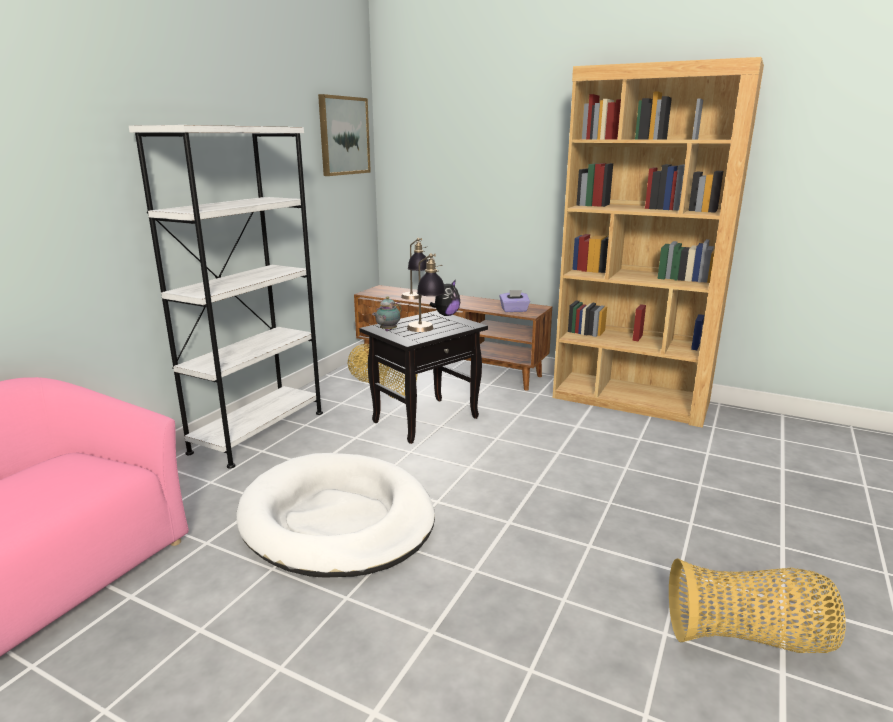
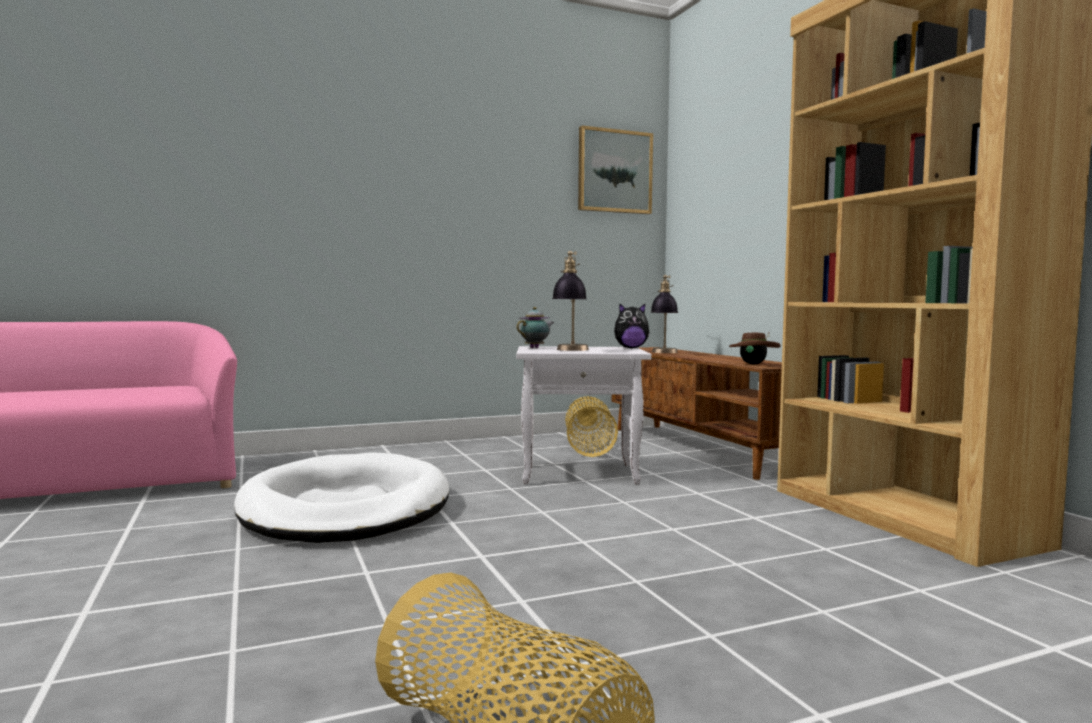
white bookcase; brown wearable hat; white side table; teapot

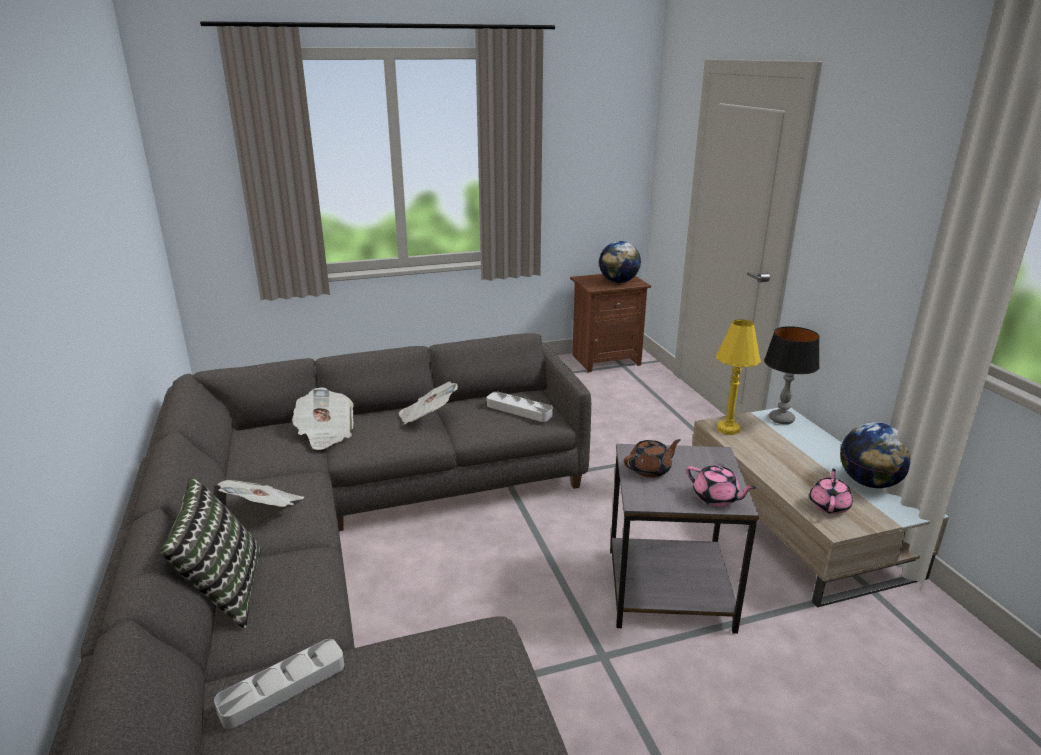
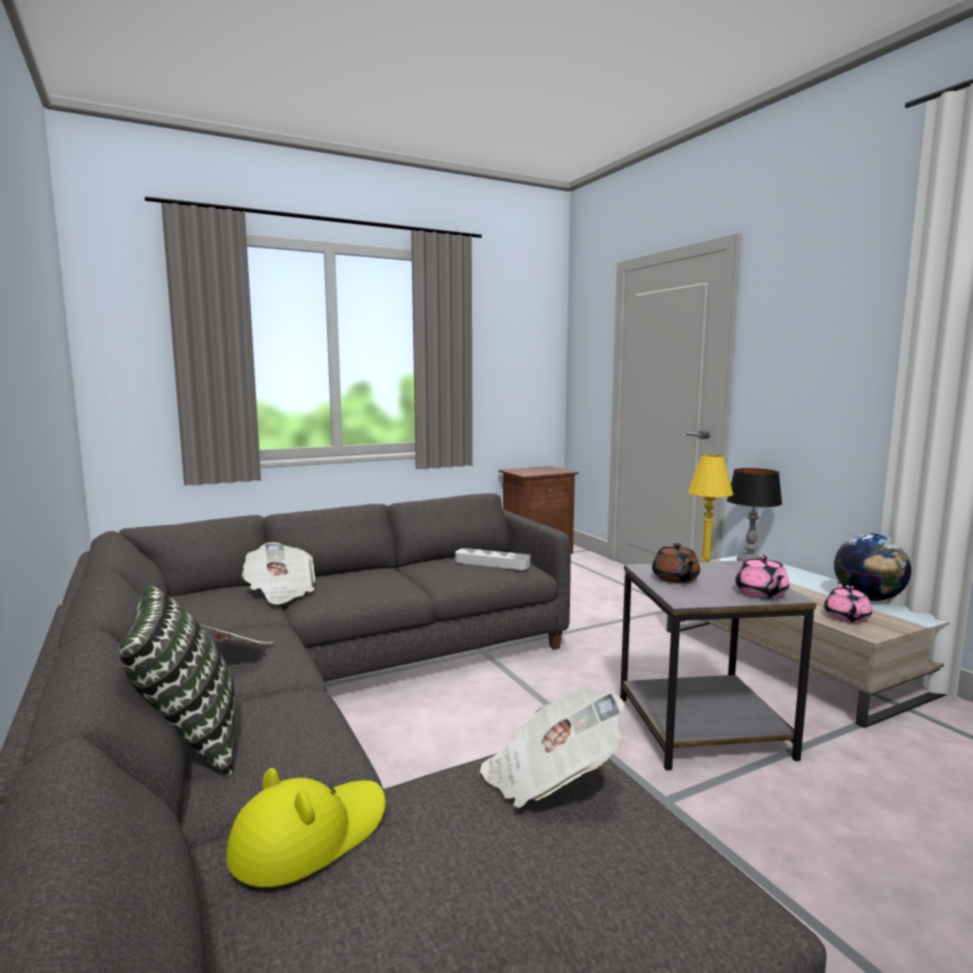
desk globe (no. 1 from left in the first image); daily paper (no. 3 from left); yellow wearable hat; brown teapot; pinkish teapot (no. 1 from left)

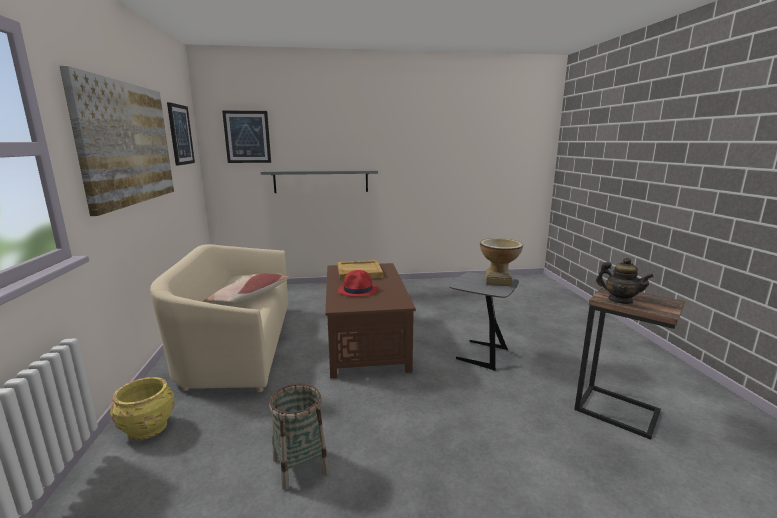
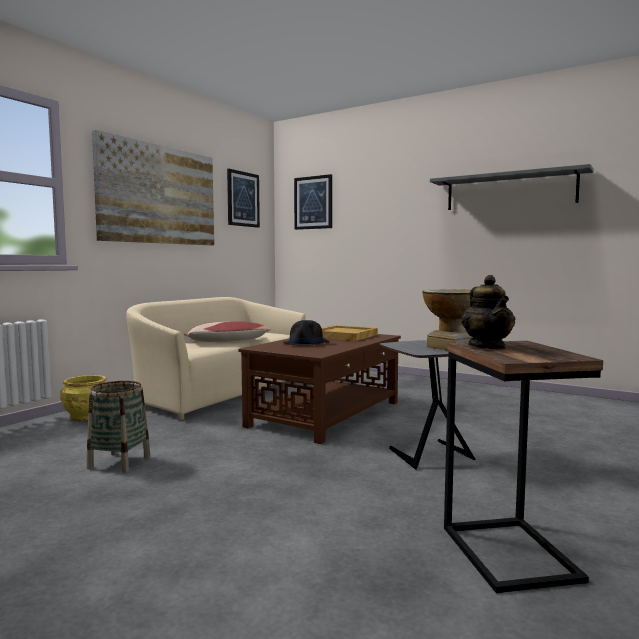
greyish wall shelf; black wearable hat

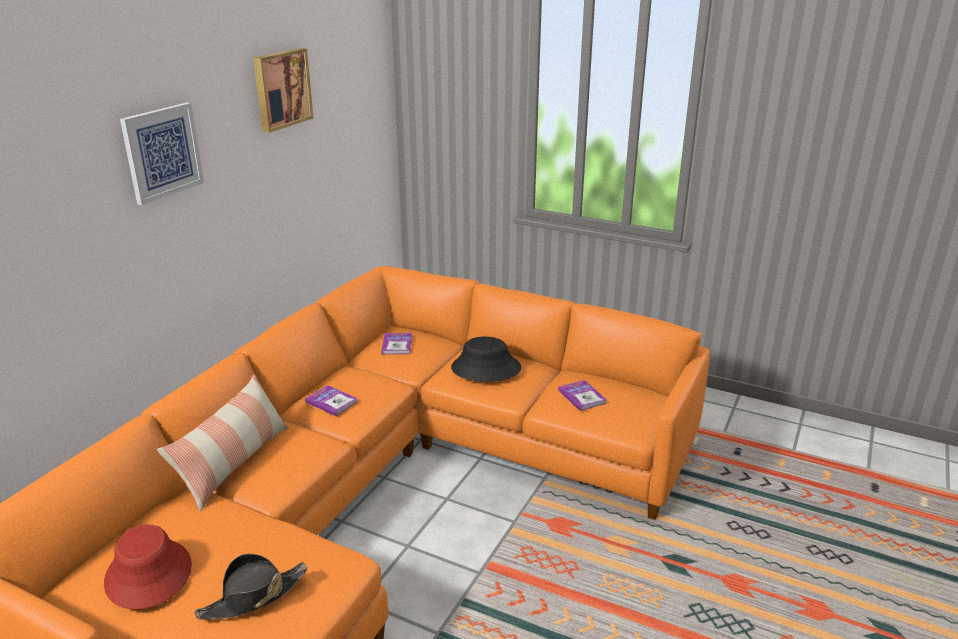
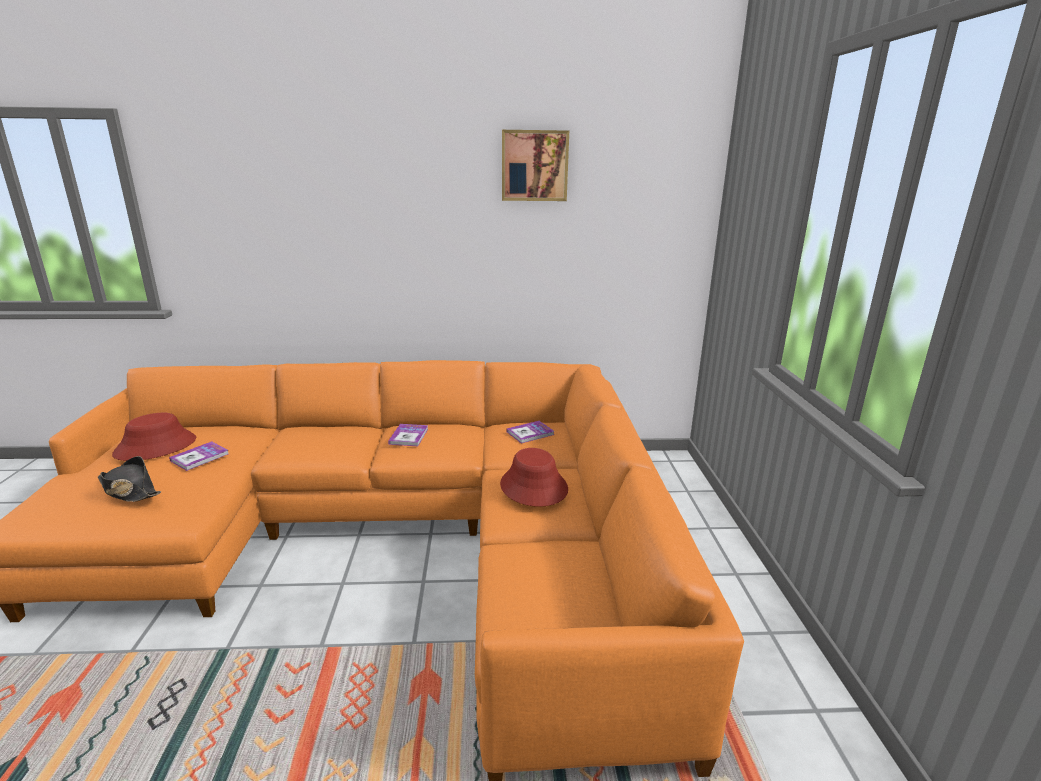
wall picture (no. 1 from left in the first image); throw pillow; book (no. 1 from left); red-coloured wearable hat (no. 2 from left)

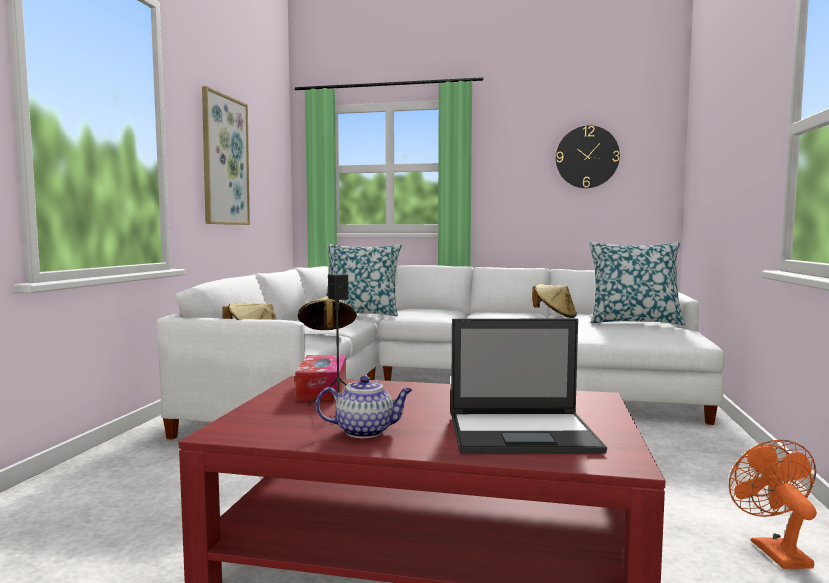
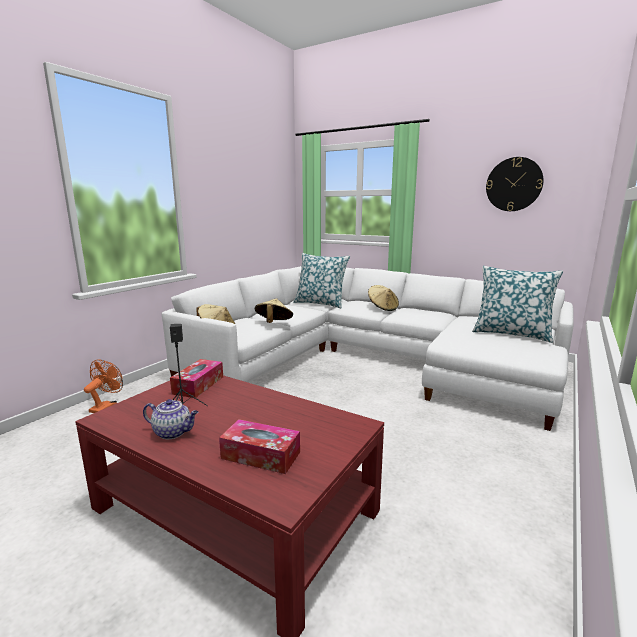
wall picture; sand-coloured wearable hat (no. 3 from left); orangey electric fan; tissue holder (no. 2 from left)

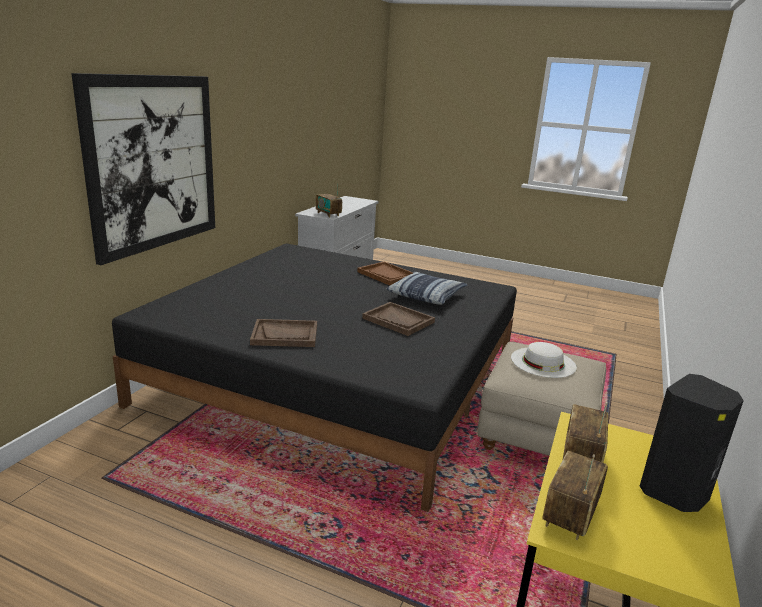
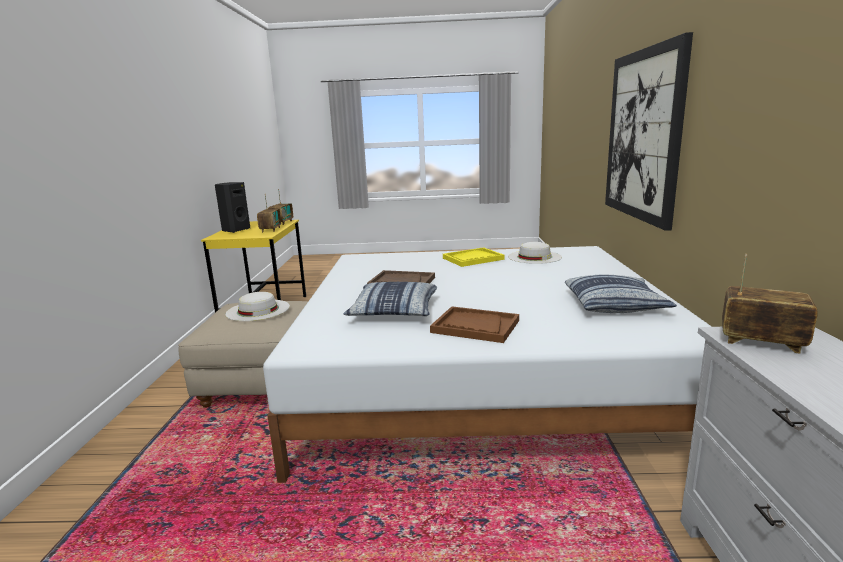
white wearable hat (no. 2 from left); throw pillow (no. 2 from left); white bedroom bed; yellow tray

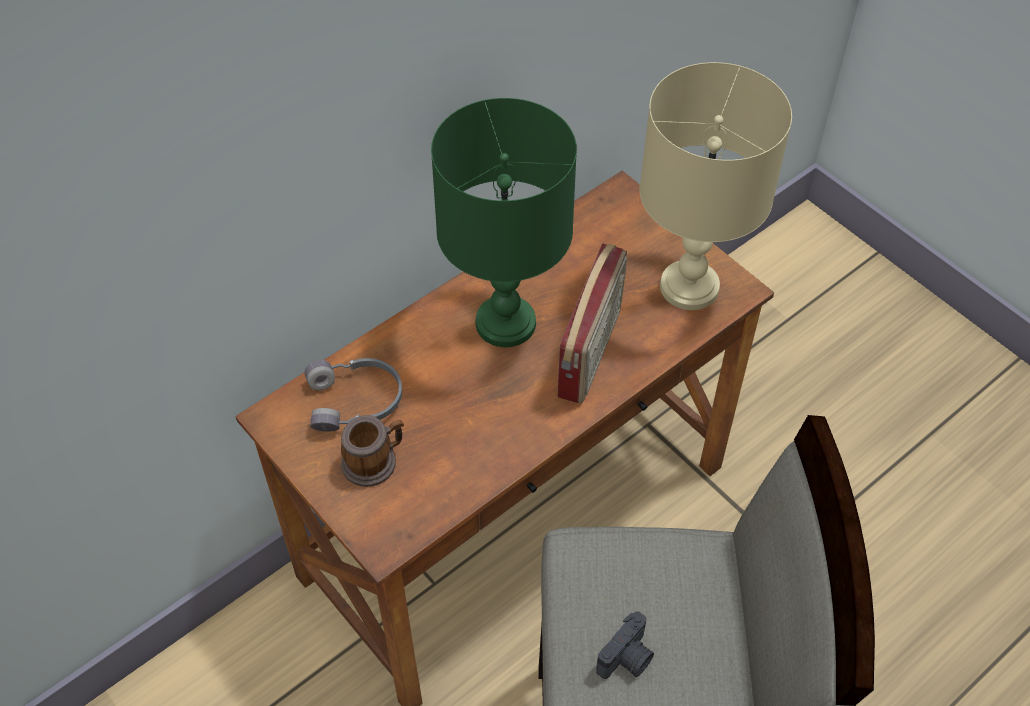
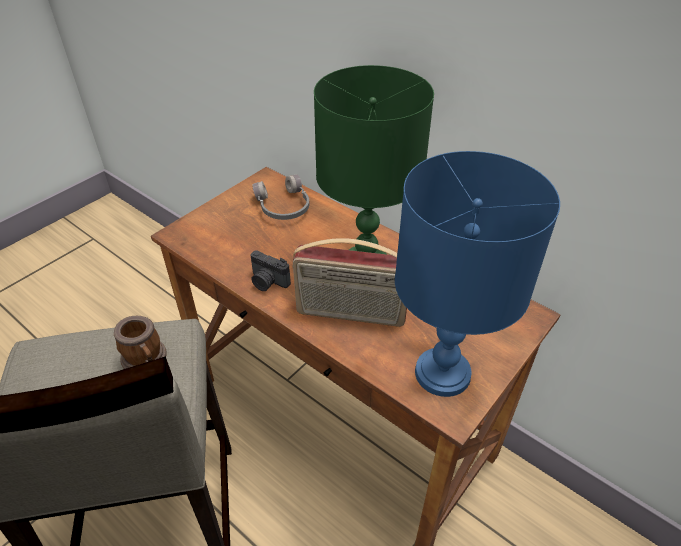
mug; still camera; blue-coloured lamp for a table

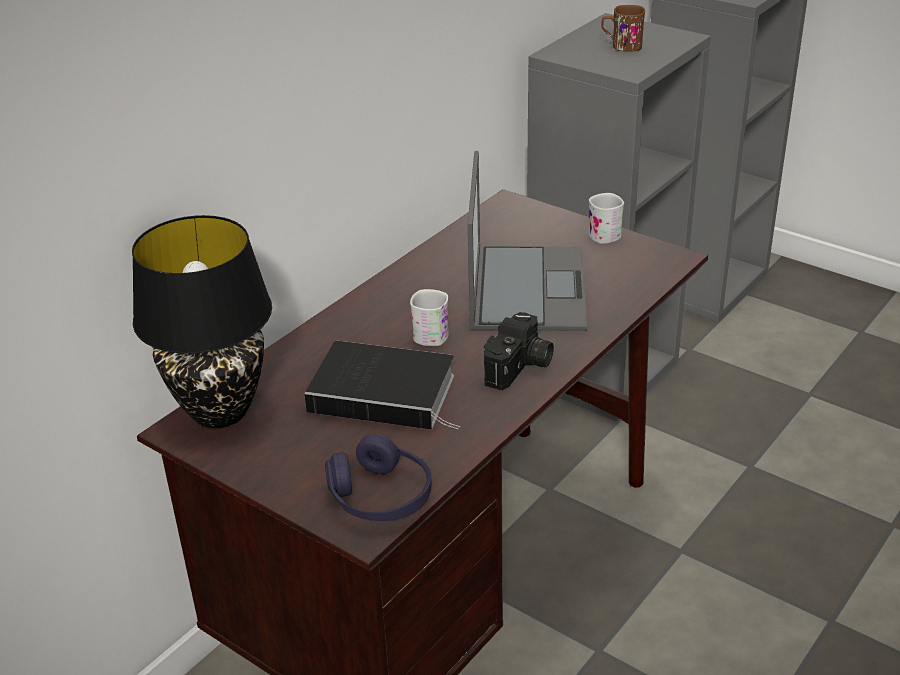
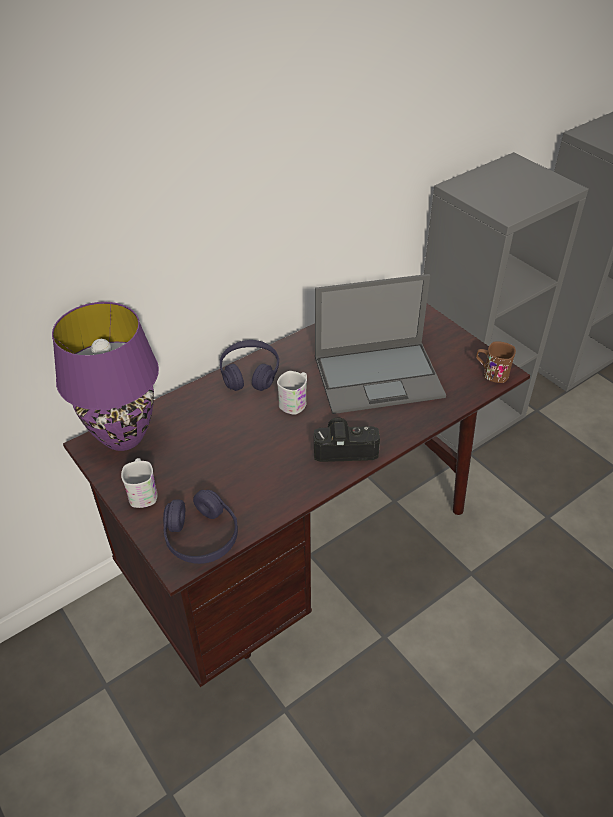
book; purple pair of headphones (no. 2 from left); white mug (no. 1 from left); brown mug; purple lamp for a table; laptop; still camera

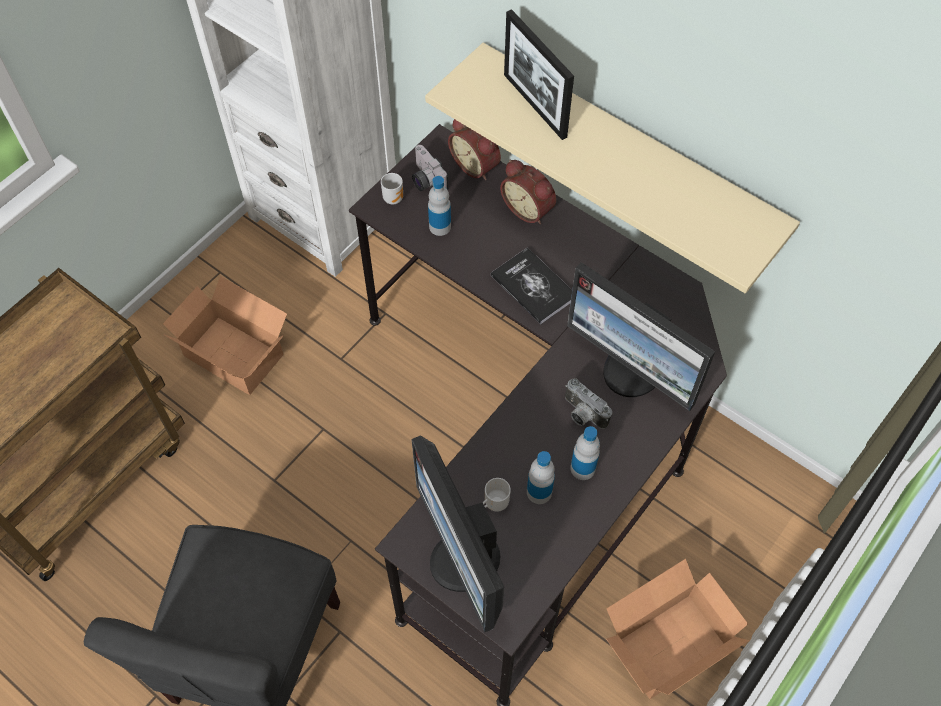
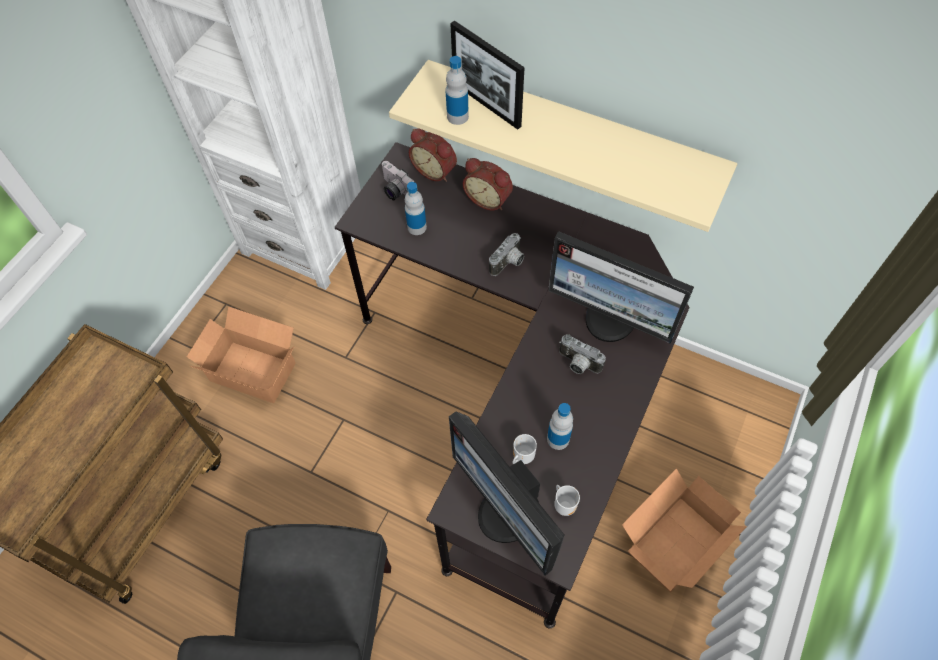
mug (no. 2 from left); bottle (no. 2 from left); still camera (no. 2 from left)

